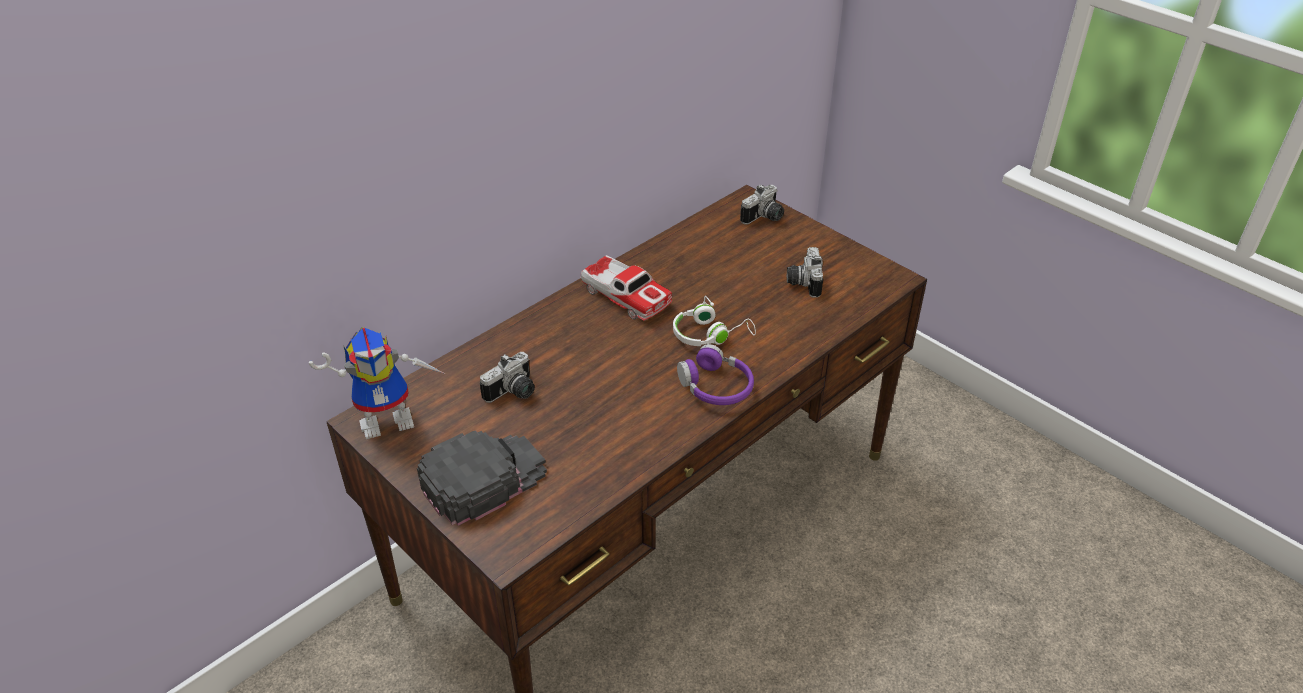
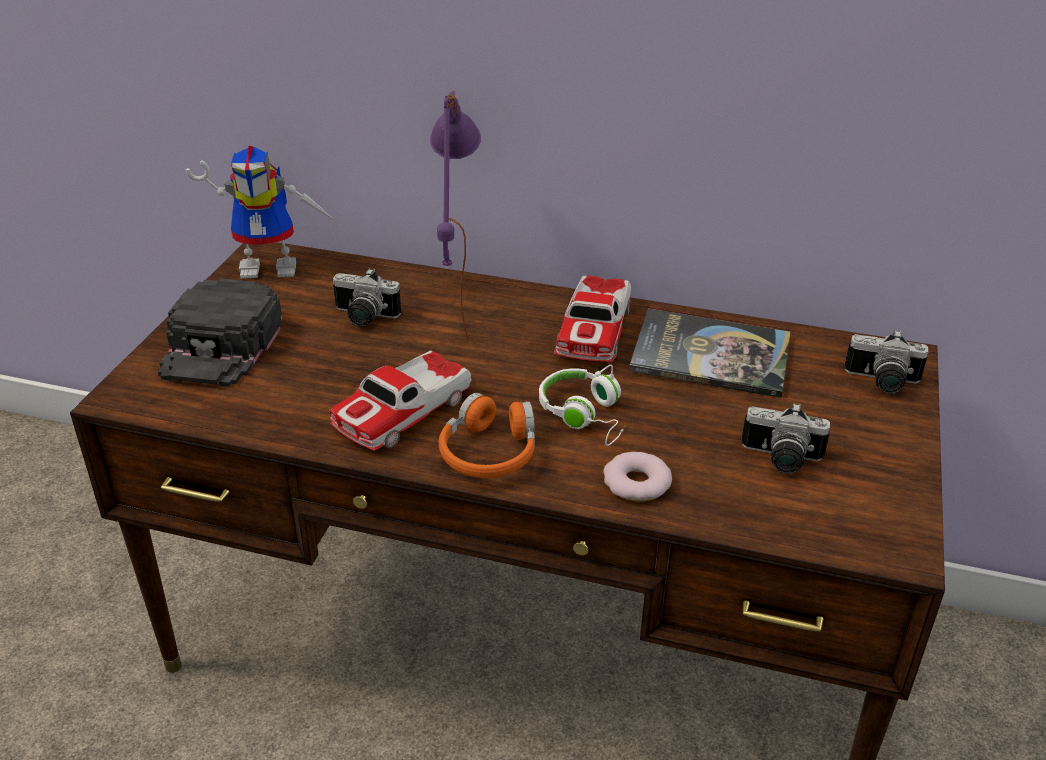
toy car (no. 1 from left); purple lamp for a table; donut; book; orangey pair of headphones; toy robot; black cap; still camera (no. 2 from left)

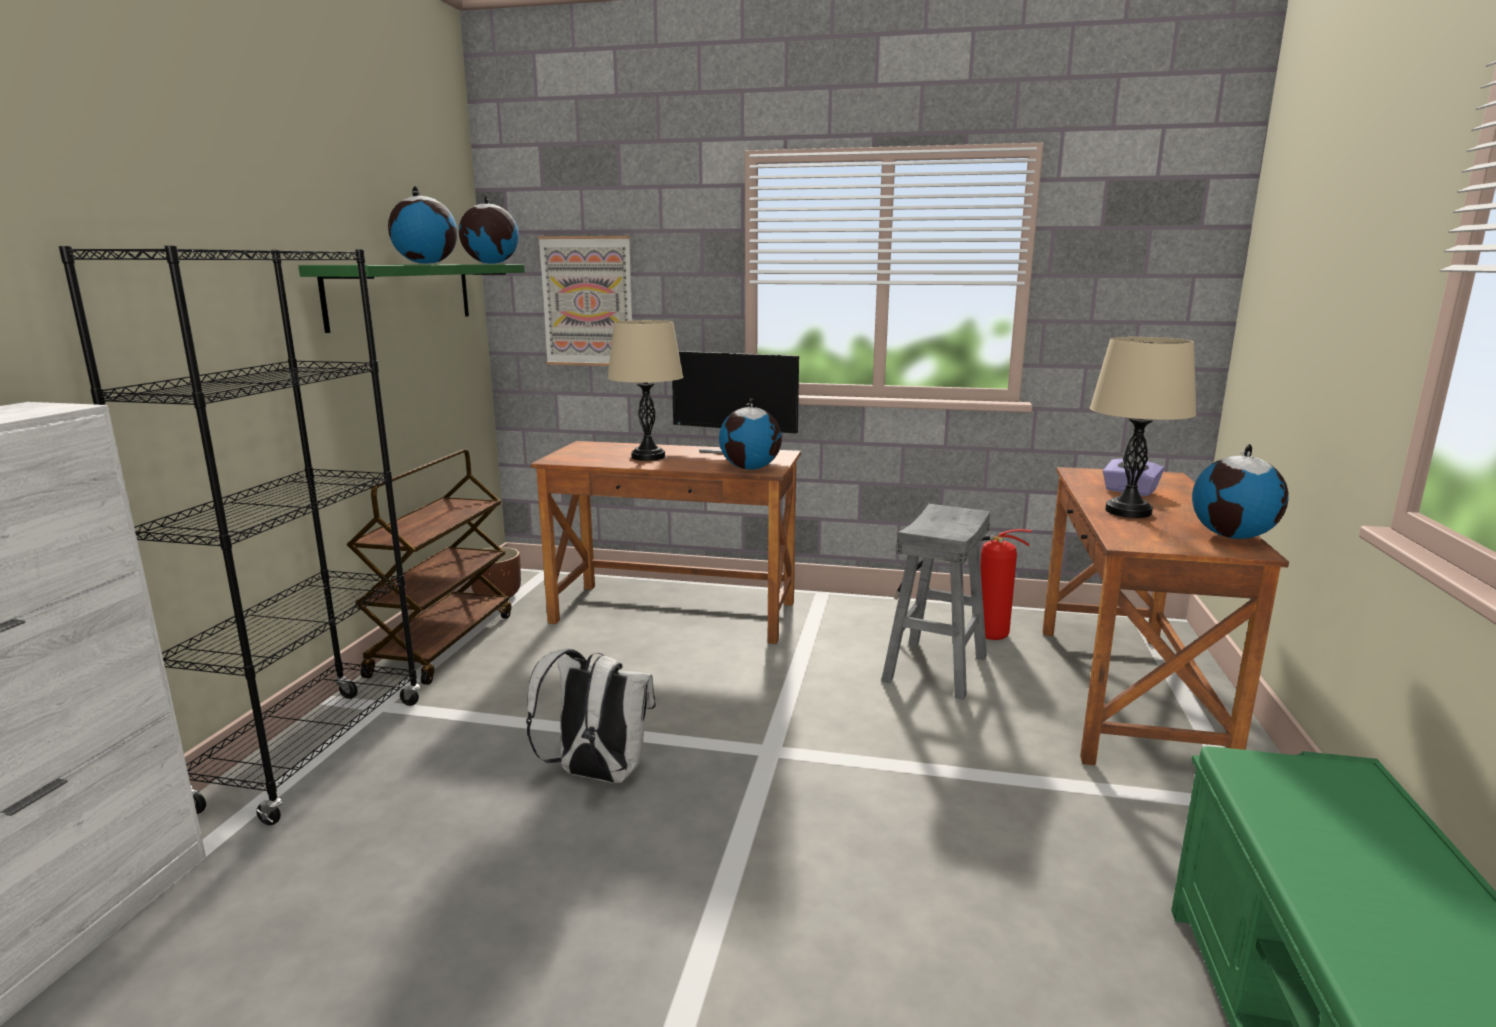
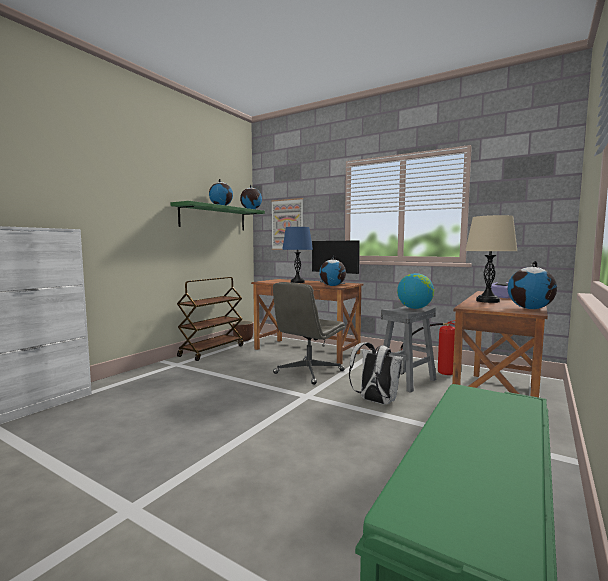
black bookcase; greyish desk chair; desk globe (no. 4 from left); white backpack; blue-coloured lamp for a table

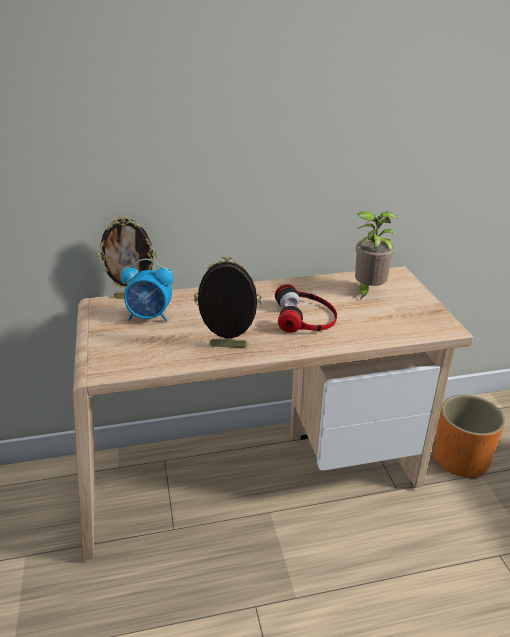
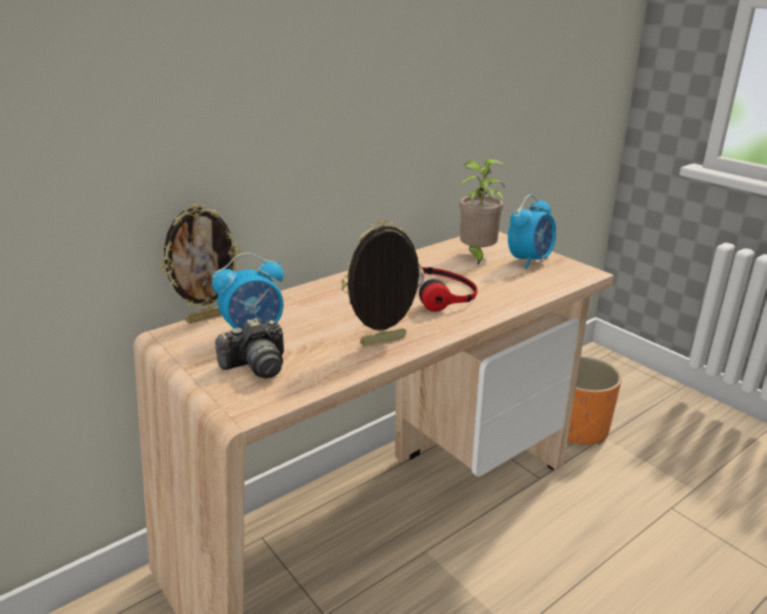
still camera; bedside clock (no. 2 from left)

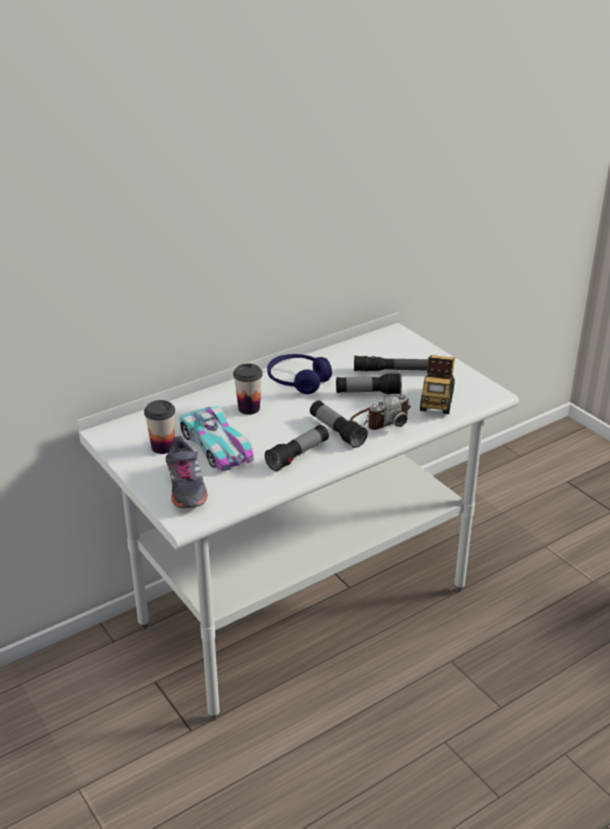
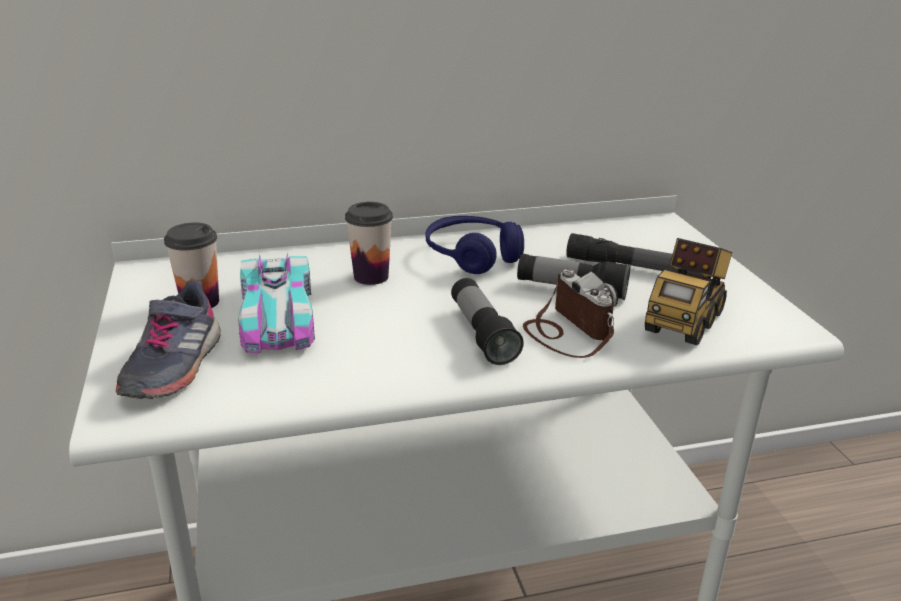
hand torch (no. 1 from left in the first image); still camera

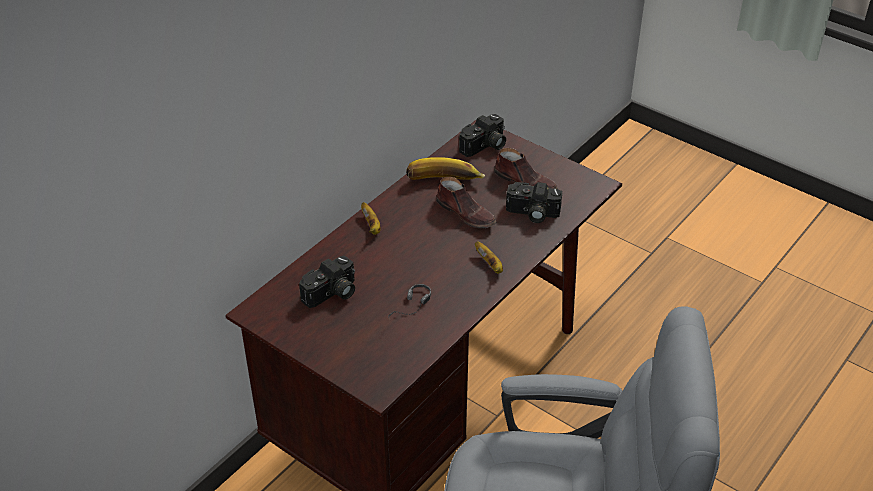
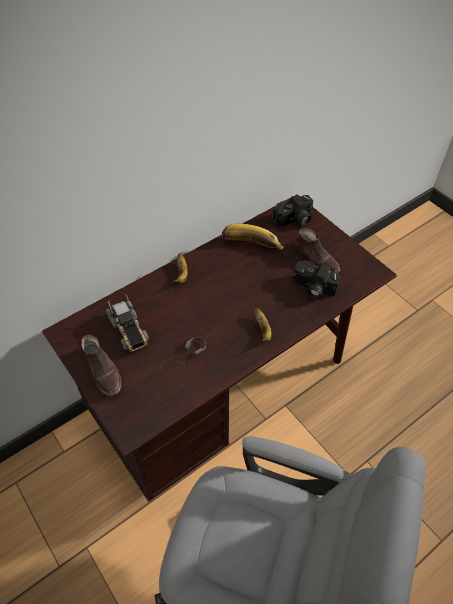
brown shoe (no. 1 from left); model truck

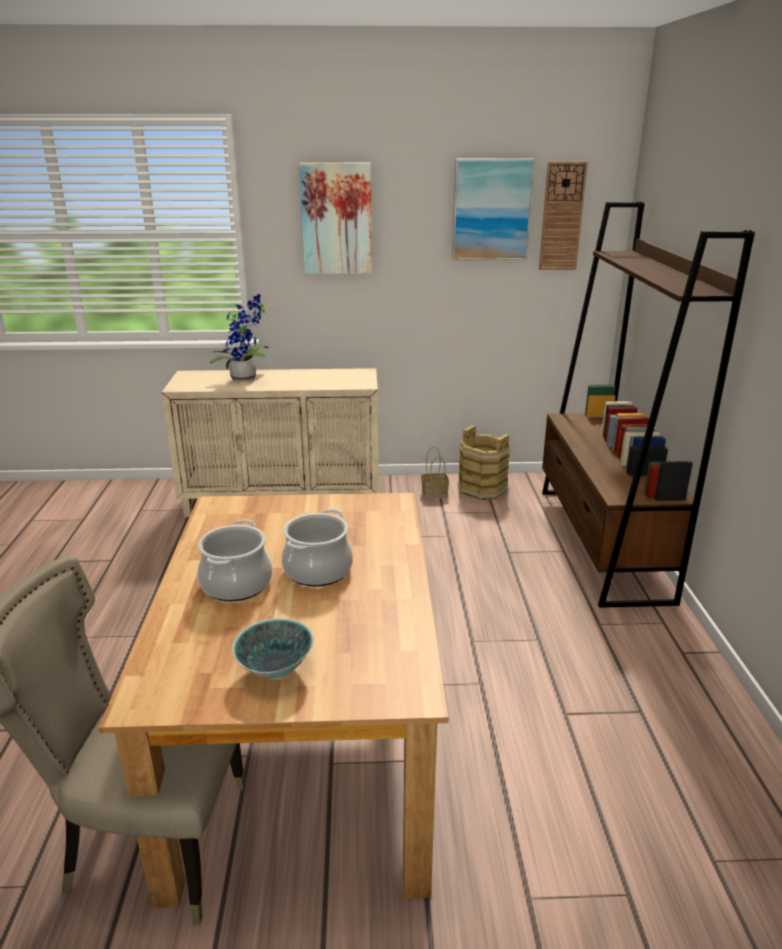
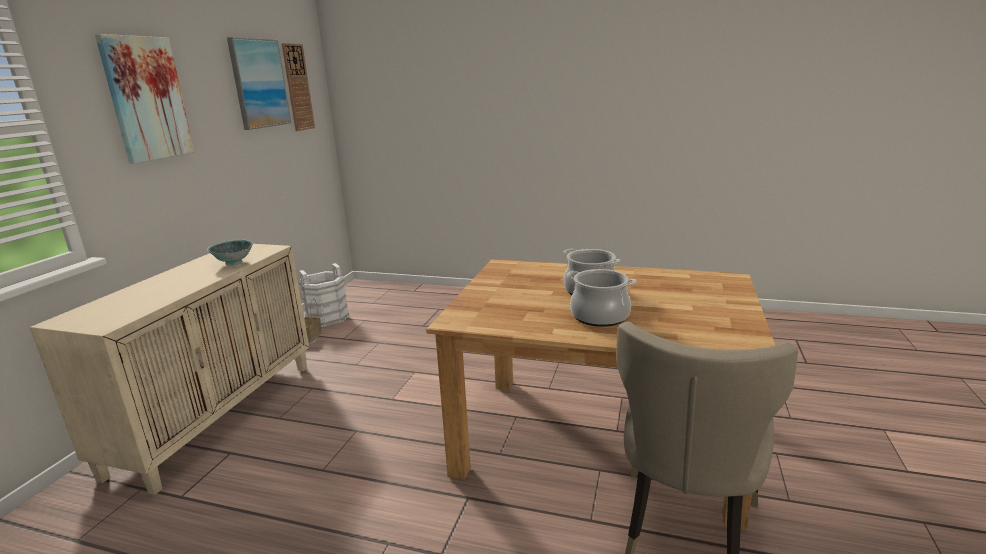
plant in a pot; brown bookcase; deep dish; white pail

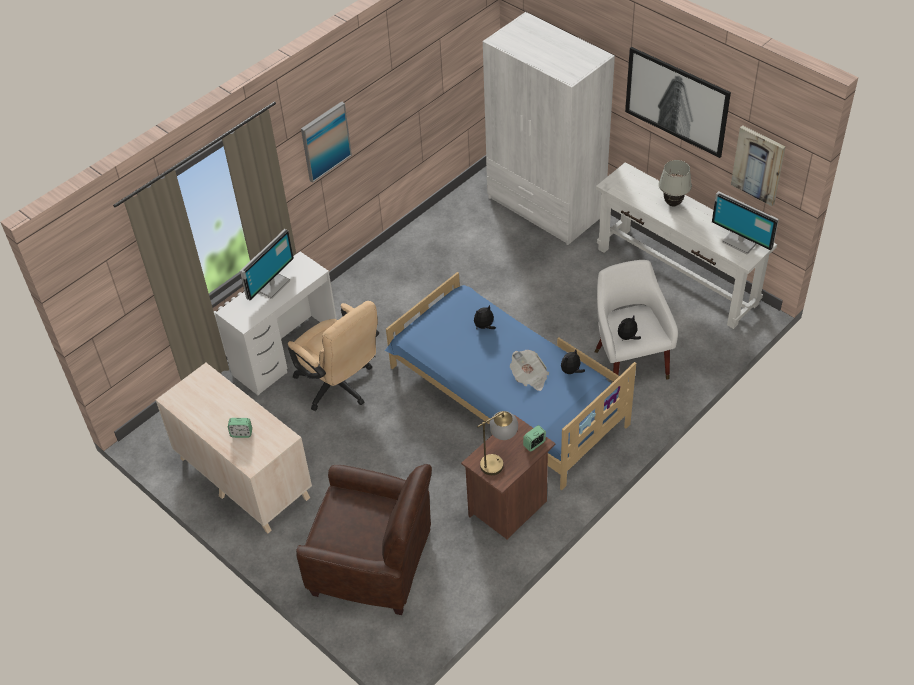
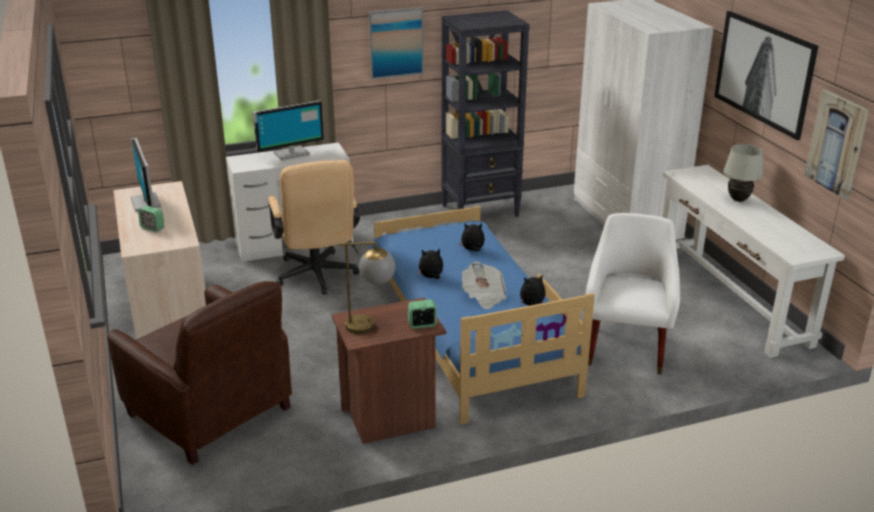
black bookcase; soft toy (no. 1 from left); monitor (no. 1 from left)

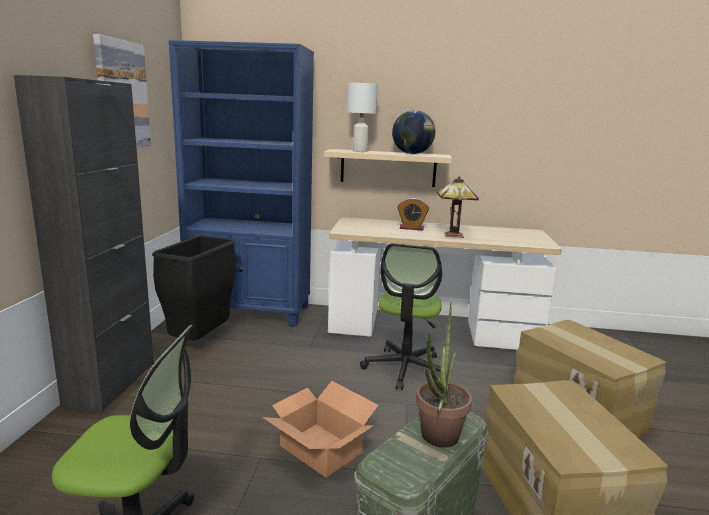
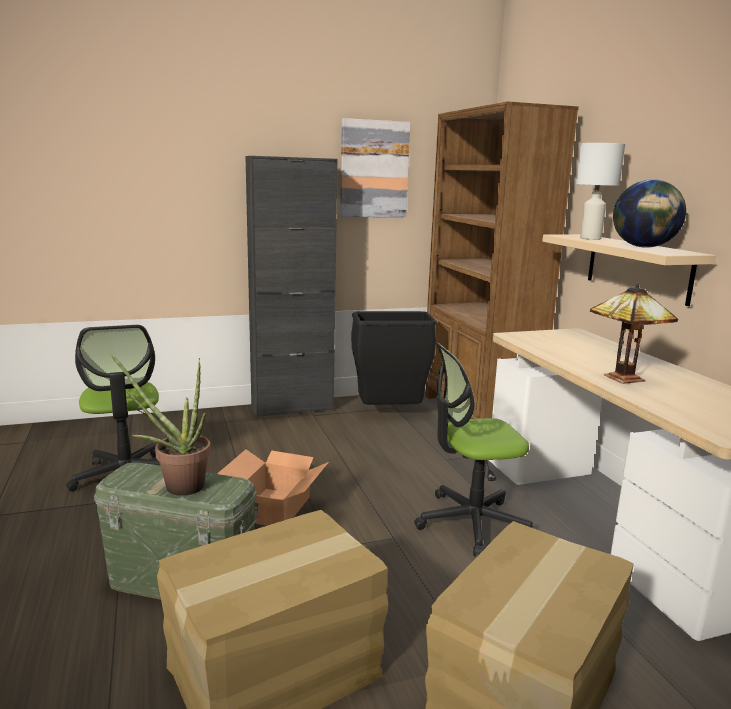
bedside clock; brown bookcase

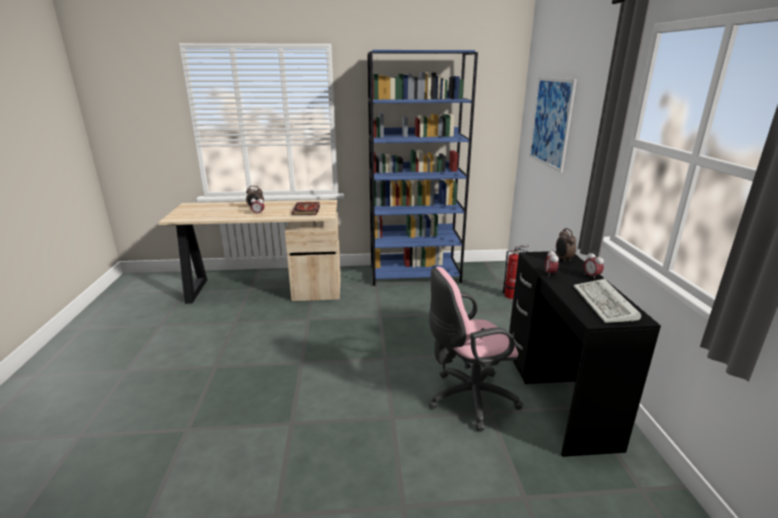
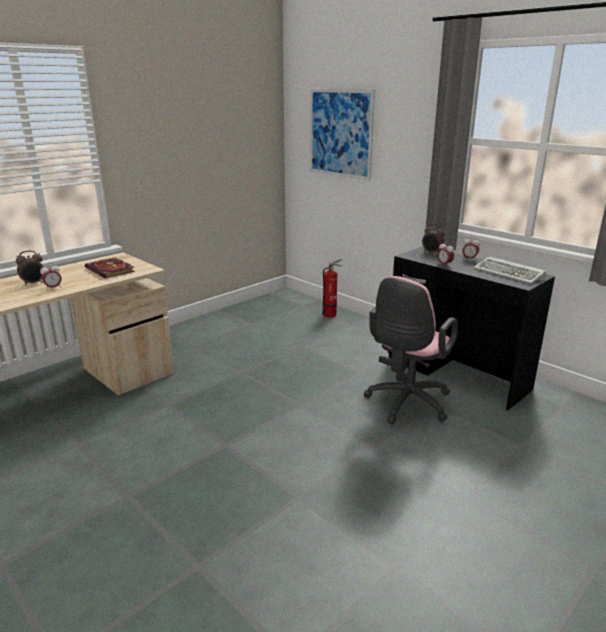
blue-coloured bookcase

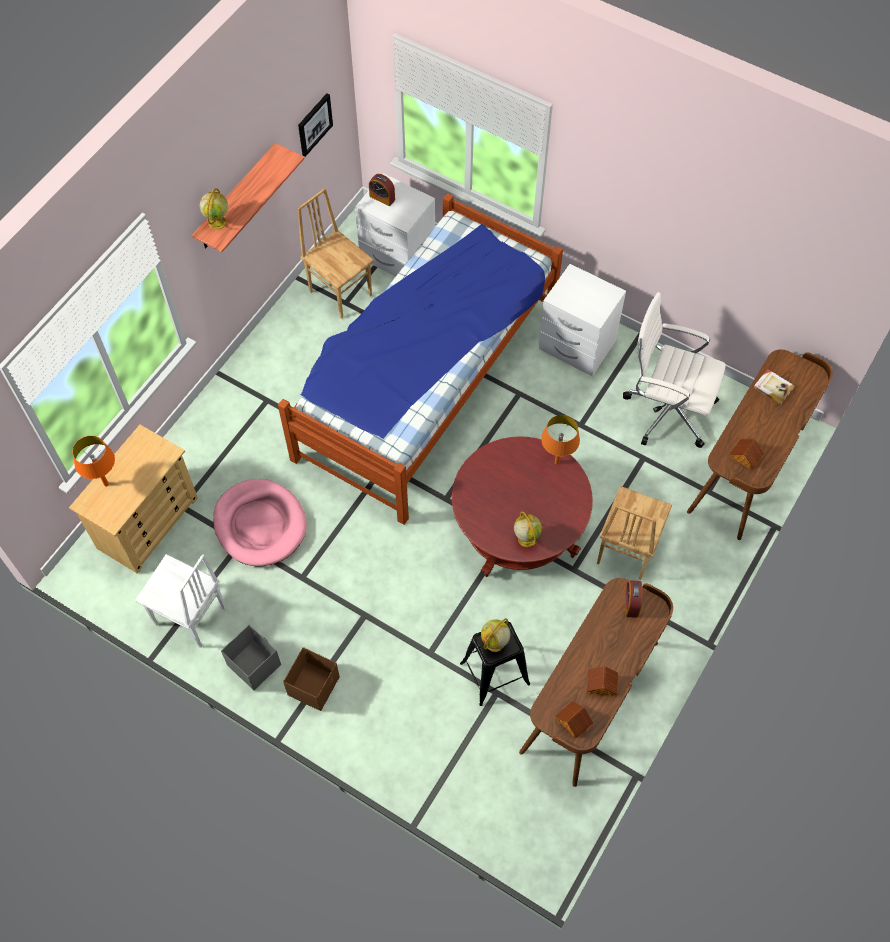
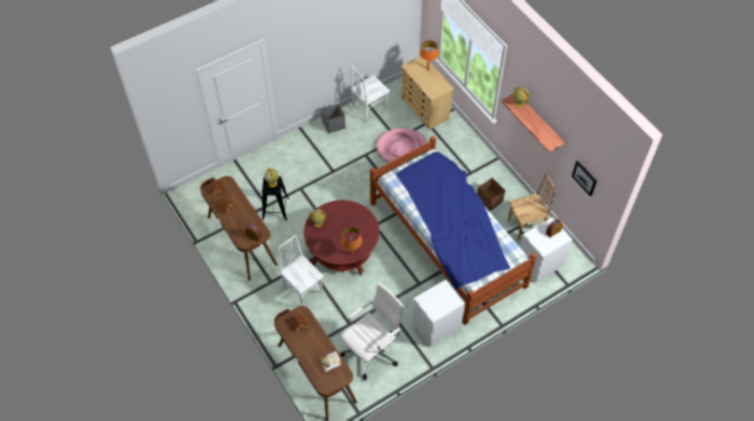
brown storage bin; white upright chair (no. 1 from left)

